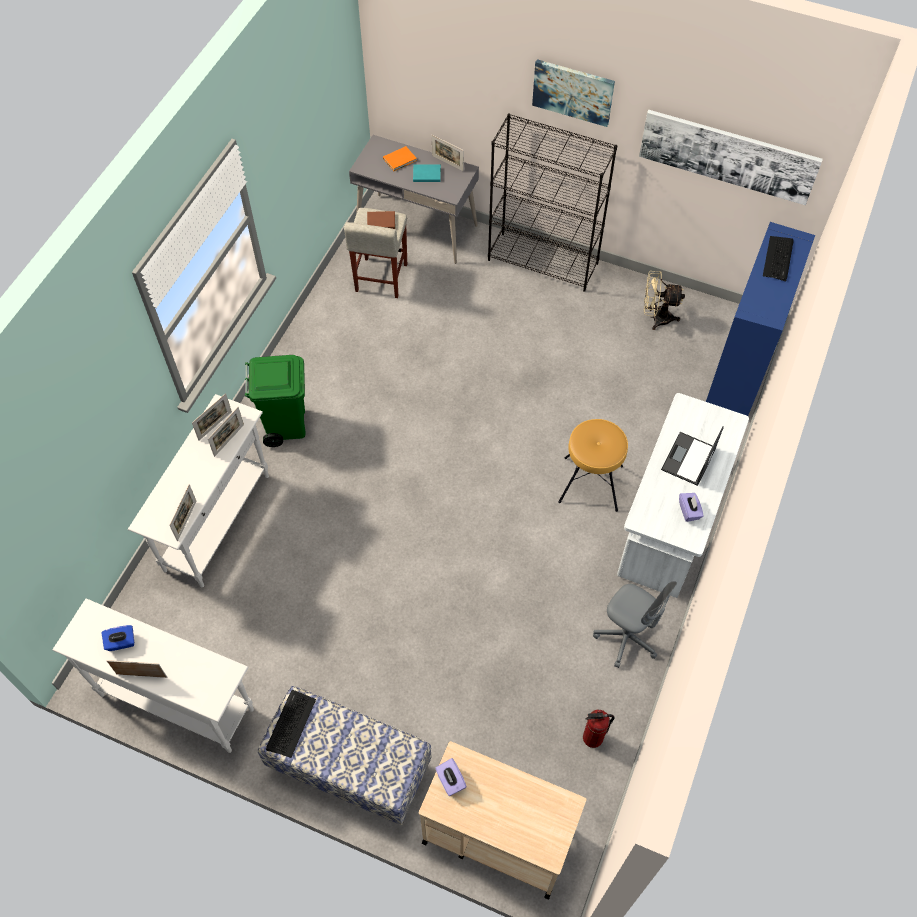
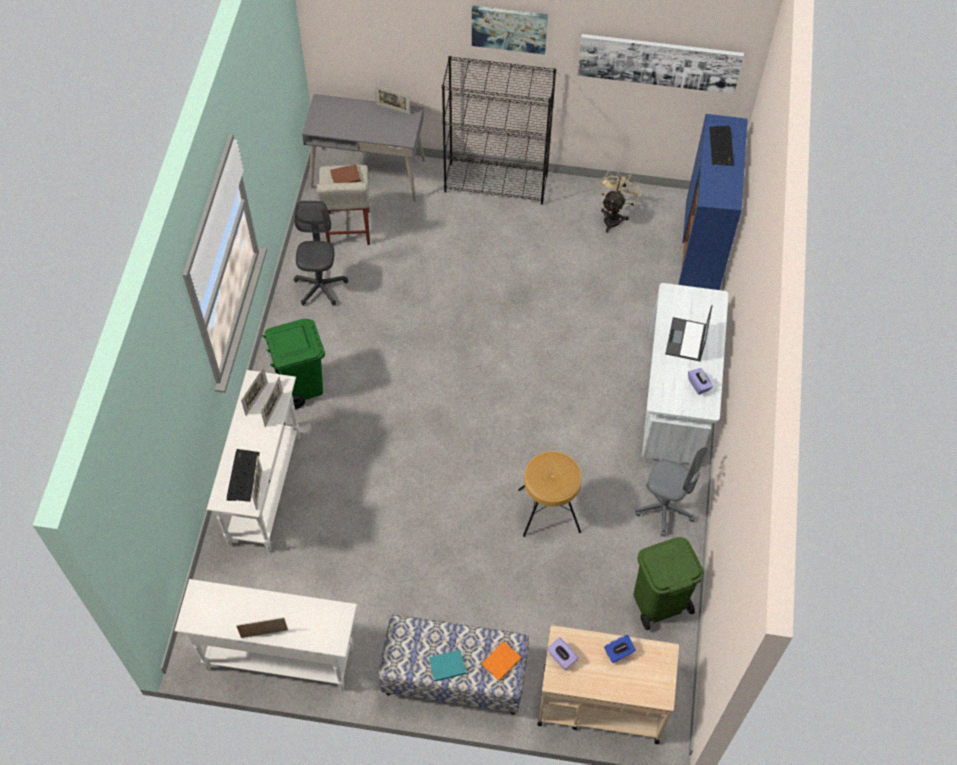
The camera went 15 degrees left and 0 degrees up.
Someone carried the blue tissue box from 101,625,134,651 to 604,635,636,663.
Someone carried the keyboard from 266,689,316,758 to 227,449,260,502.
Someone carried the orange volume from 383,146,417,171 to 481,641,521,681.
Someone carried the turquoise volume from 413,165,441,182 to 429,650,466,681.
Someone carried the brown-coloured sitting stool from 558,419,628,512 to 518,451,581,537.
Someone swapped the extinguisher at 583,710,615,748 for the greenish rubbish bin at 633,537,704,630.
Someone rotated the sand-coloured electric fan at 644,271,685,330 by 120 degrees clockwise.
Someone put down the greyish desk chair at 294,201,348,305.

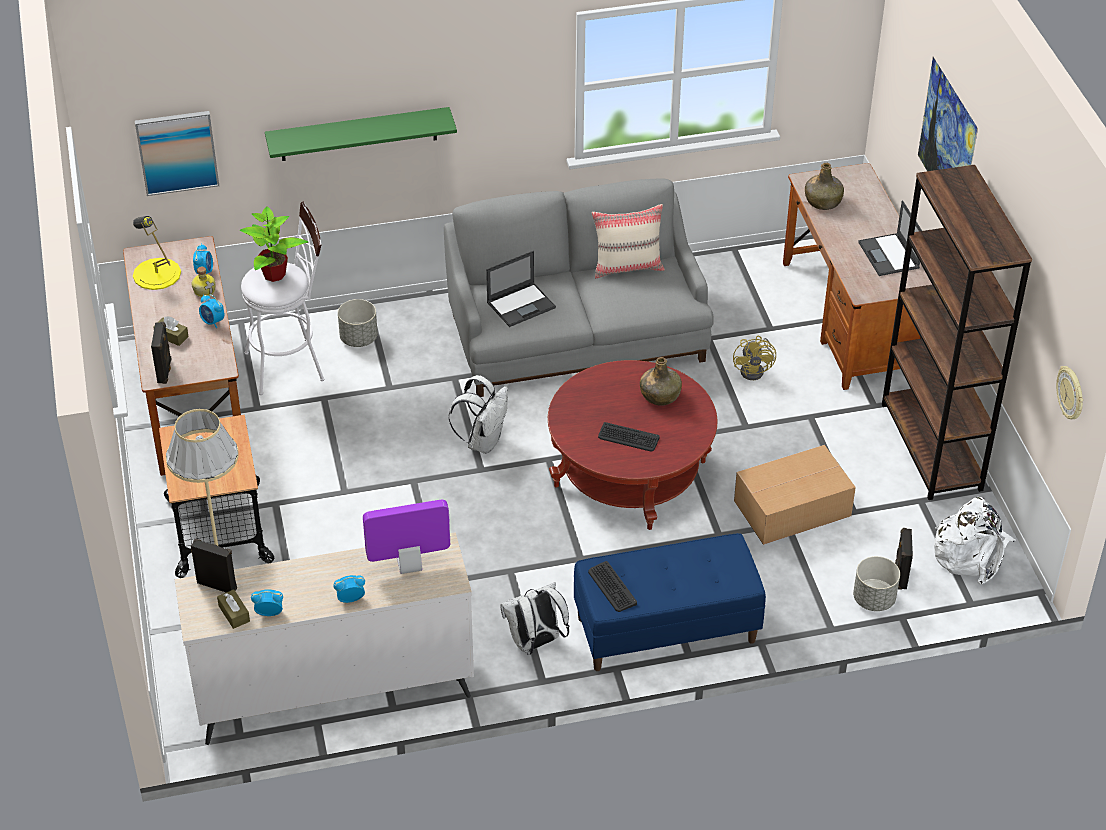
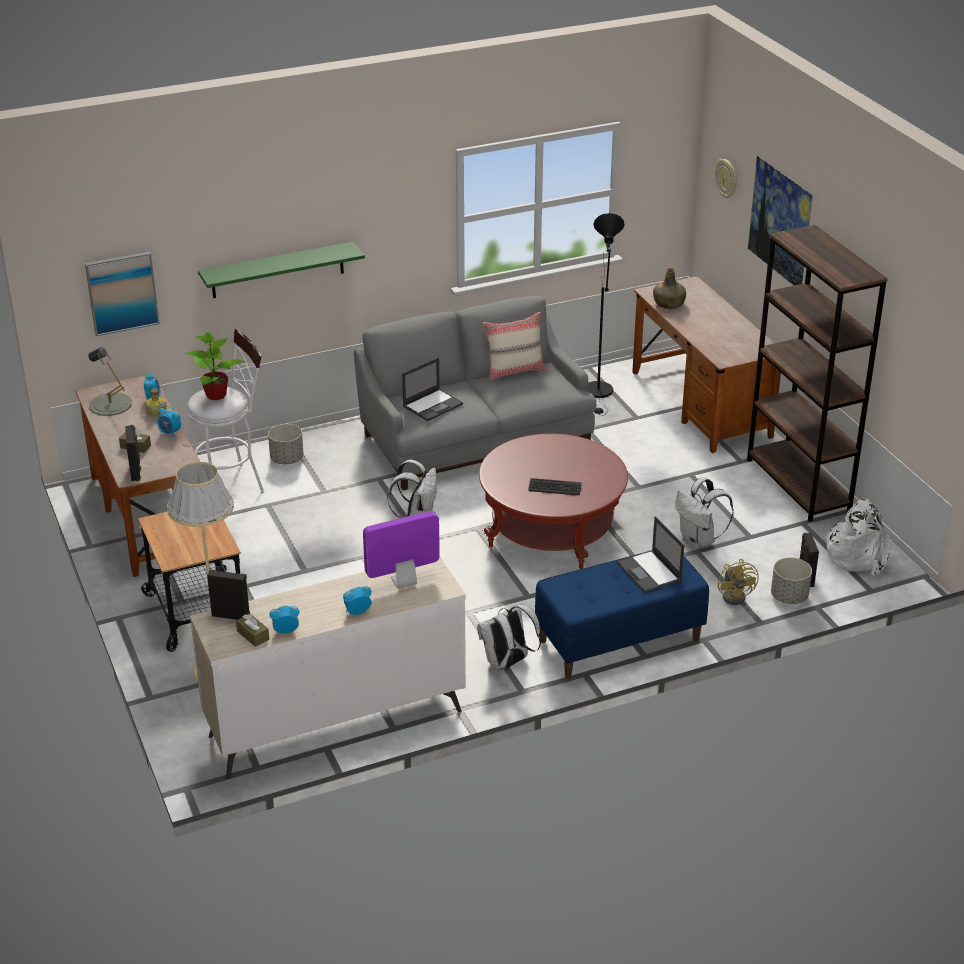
The camera went 10 degrees left and 10 degrees down.
Someone repainted the yellow table lamp at 133,216,181,290, which became the greyish table lamp at 88,347,132,416.
Someone took away the keyboard at 588,561,637,612.
Someone took away the greenish bottle at 640,357,682,406.
Someone carried the yellow electric fan from 733,336,776,380 to 717,559,758,605.
Someone swapped the carton at 734,445,856,545 for the white-coloured rucksack at 675,477,734,548.
Someone carried the laptop from 858,200,922,276 to 617,516,685,593.
Someone carried the clock on the wall from 1056,366,1083,419 to 715,159,737,198.
Someone put down the black floor lamp at 588,213,625,414.

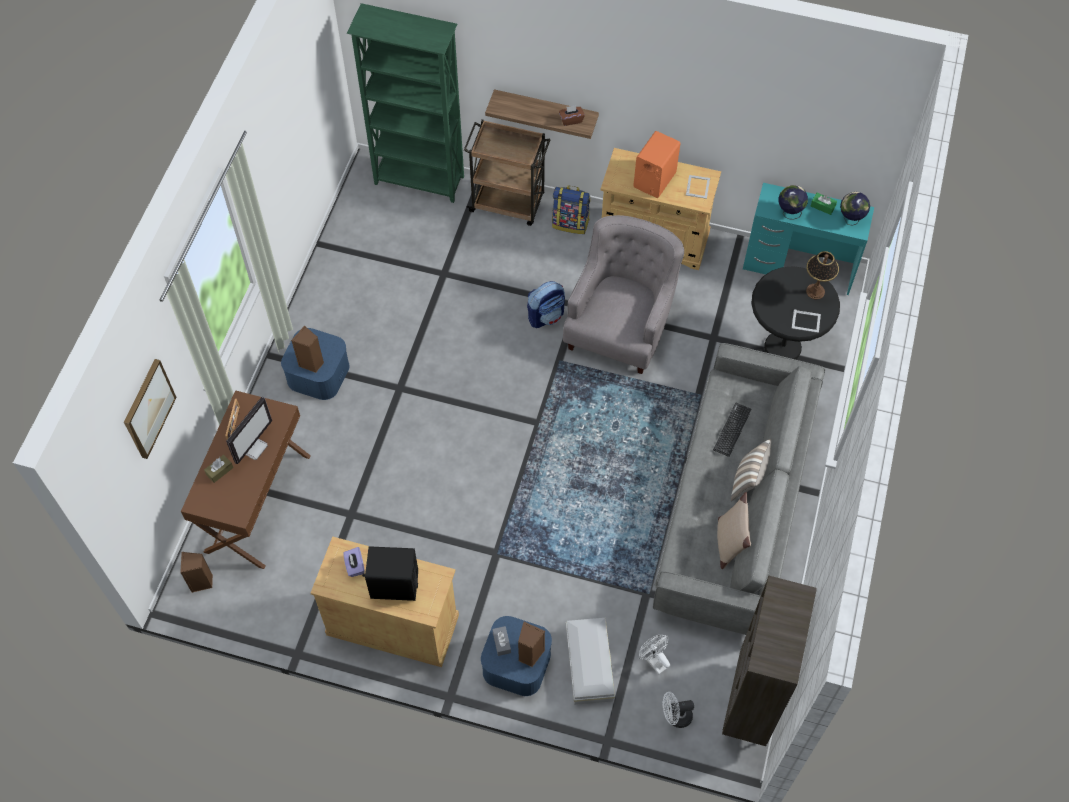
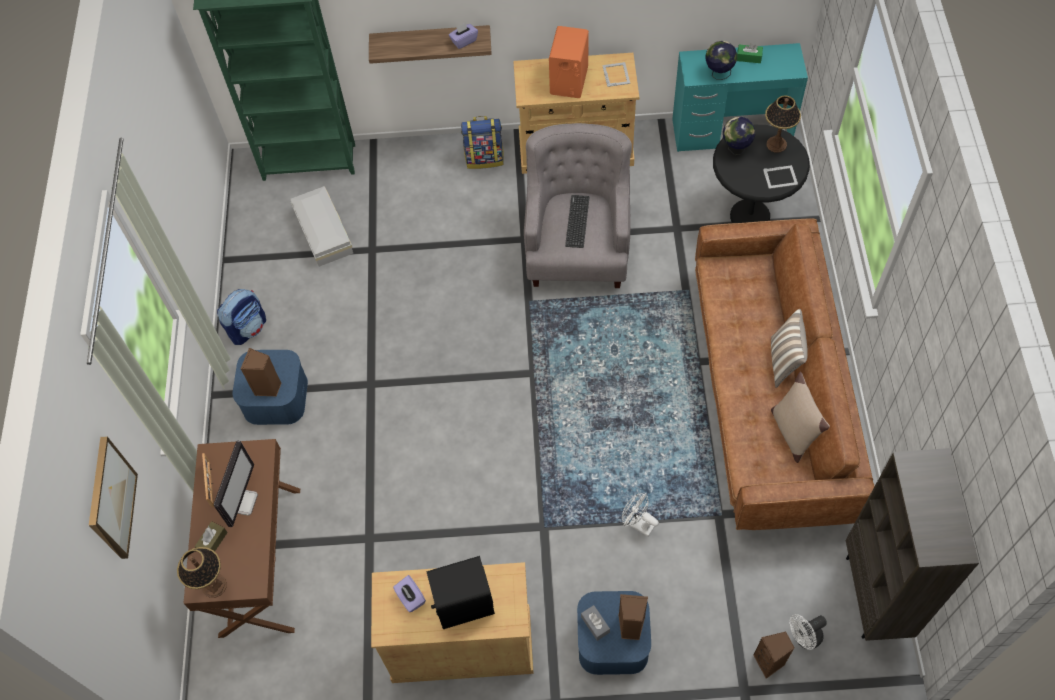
The camera went 15 degrees left and 0 degrees up.
Someone carried the brown-coloured loudspeaker from 180,552,213,593 to 753,632,795,679.
Someone took away the brown-coloured wheeled cart at 464,119,551,226.
Someone carried the rucksack from 527,281,565,328 to 217,289,266,345.
Someone repainted the brown-coloured tissue box at 559,105,585,126, which became the purple tissue box at 449,23,478,49.
Someone carried the white-coloured storage box from 566,618,615,705 to 290,186,353,267.
Someone carried the white-coloured electric fan from 639,634,670,674 to 622,493,659,536.
Someone repainted the greyish couch at 653,343,825,635, which became the brown-coloured couch at 695,218,875,530.
Someone carried the keyboard from 713,403,752,457 to 565,195,590,248.
Someone carried the desk globe from 840,192,870,226 to 723,117,755,155.
Someone put down the table lamp at 177,547,227,598.

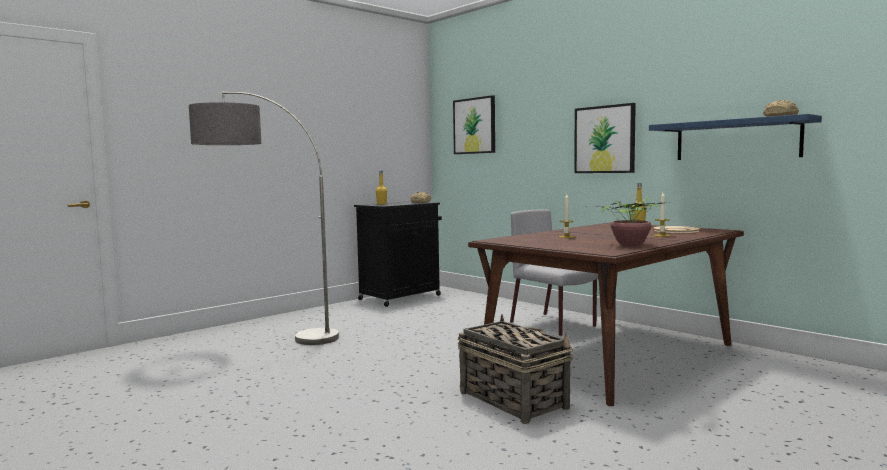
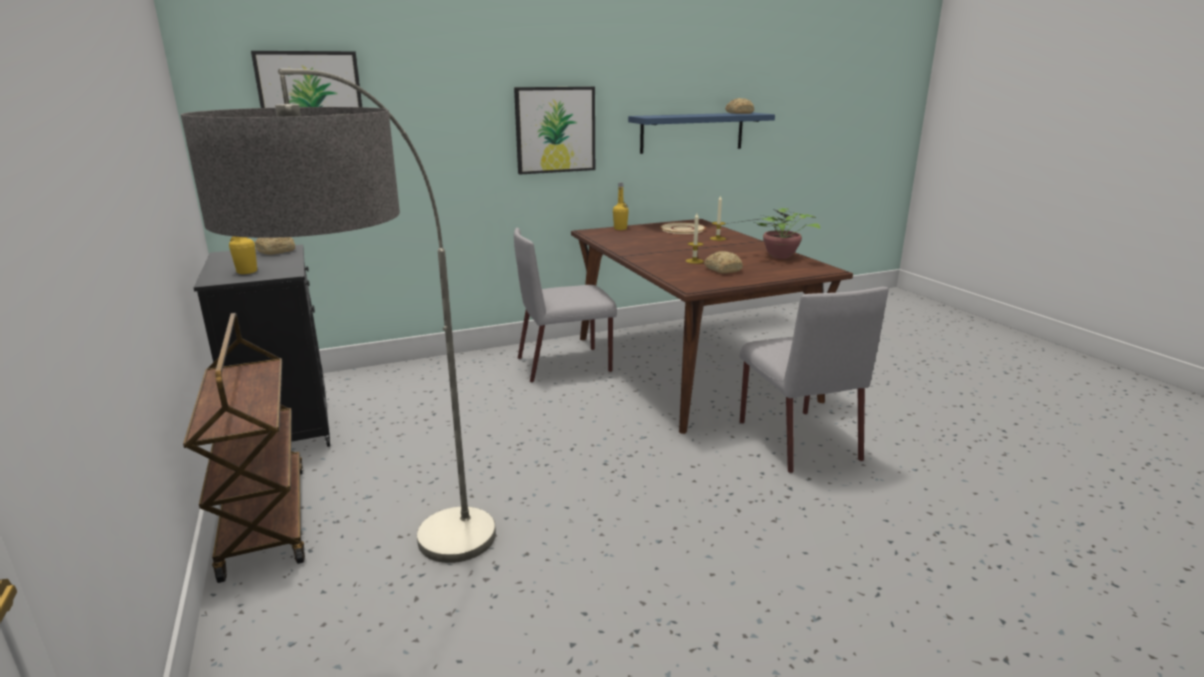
The camera went 70 degrees left and 15 degrees up.
Someone swapped the basket at 458,314,574,424 for the greyish chair at 740,287,889,473.
Someone put down the brown-coloured wheeled cart at 183,313,305,583.
Someone put down the baked bread at 704,251,743,274.

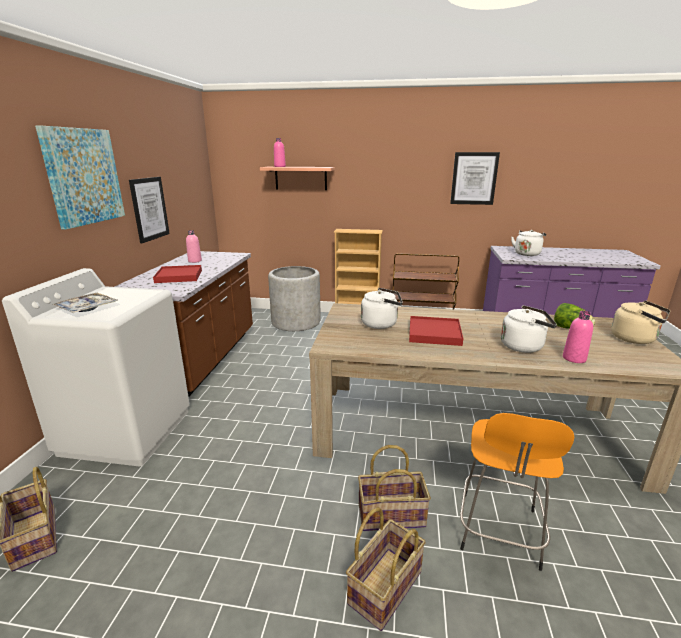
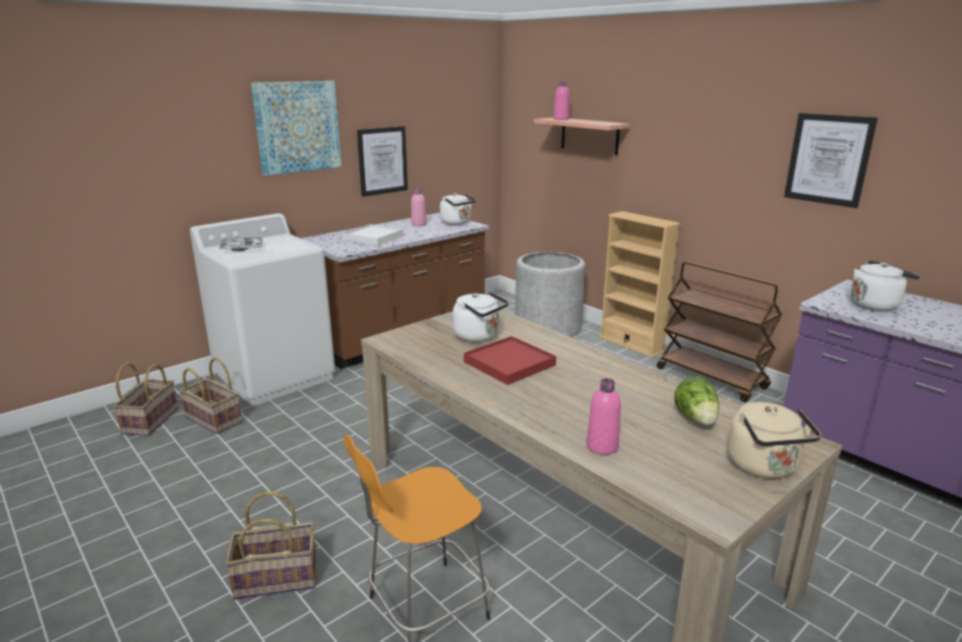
The camera went 40 degrees right and 0 degrees up.
Someone repainted the red-coloured carrying tray at 153,265,202,283, which became the white-coloured carrying tray at 343,224,404,245.
Someone carried the basket from 358,445,431,531 to 179,358,242,434.
Someone carried the white-coloured water kettle from 501,305,557,353 to 440,193,476,225.

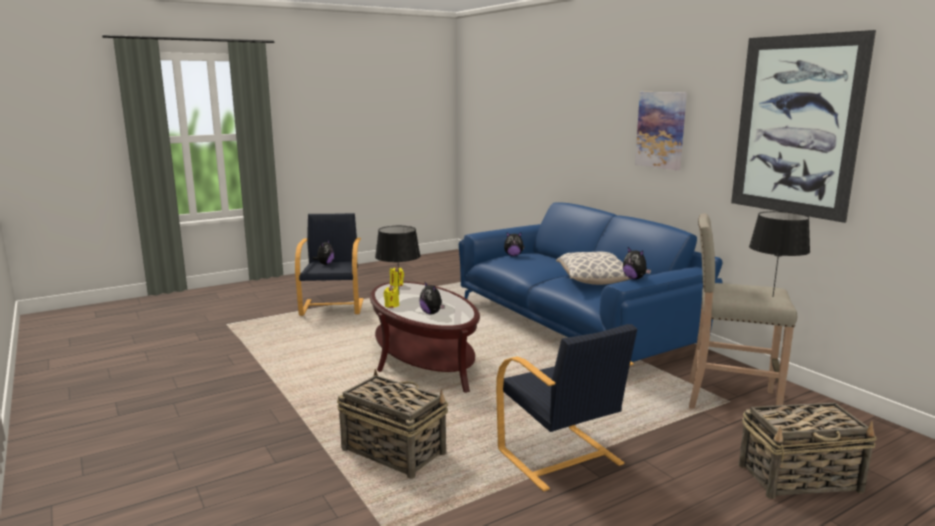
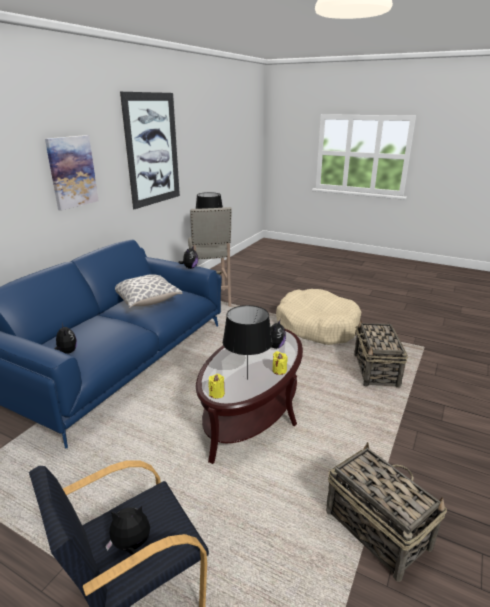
The camera went 120 degrees left and 10 degrees up.
Someone swapped the black lounge chair at 496,324,637,492 for the sand-coloured dog cushion at 276,289,361,345.
Someone carried the basket from 738,403,877,499 to 326,442,447,582.

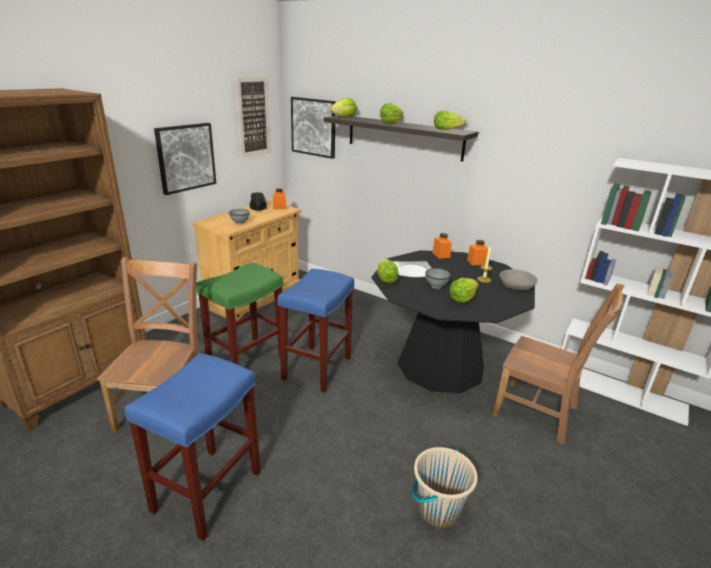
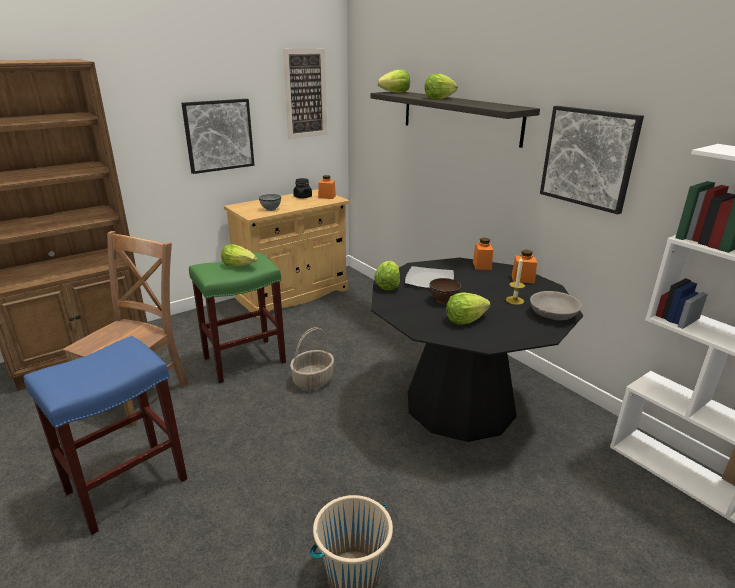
The camera went 20 degrees right and 0 degrees up.
Someone swapped the blue sitting stool at 278,269,354,393 for the basket at 290,327,334,390.
Someone carried the wall picture from 291,97,336,159 to 540,106,644,214.
Someone repainted the greyish deep dish at 425,268,451,289, which became the brown-coloured deep dish at 429,278,461,304.
Someone carried the lettuce head from 434,111,466,130 to 221,244,257,267.
Someone took away the brown-coloured chair at 493,284,624,445.

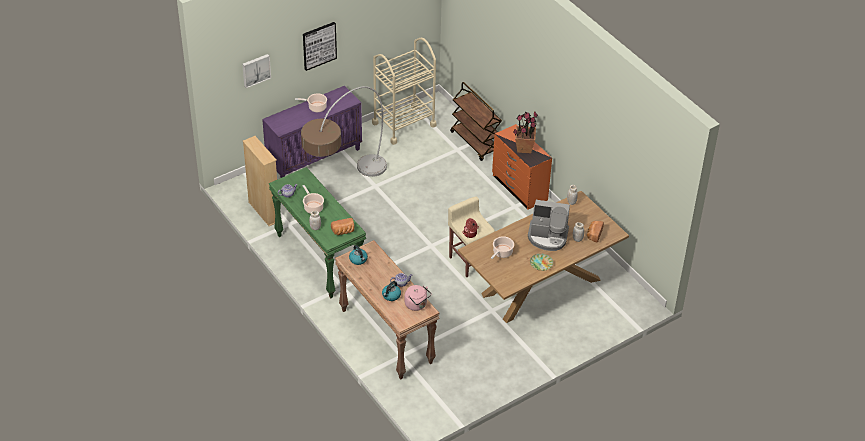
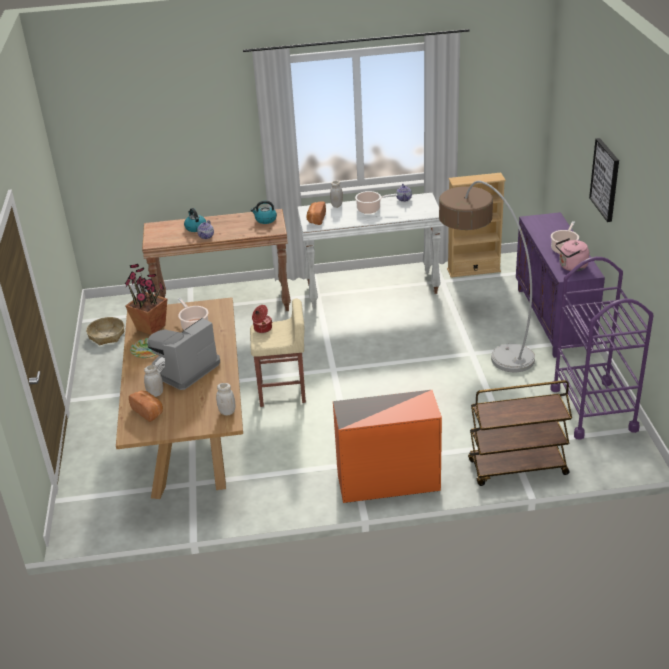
The camera went 120 degrees right and 10 degrees down.
Someone took away the wall picture at 242,54,271,88.
Someone repainted the greenish console table at 269,167,366,298, which became the white-coloured console table at 297,193,444,308.
Someone repainted the sand-coloured wheeled cart at 372,38,437,145, which became the purple wheeled cart at 550,257,654,440.
Someone carried the pink water kettle from 405,285,432,311 to 555,238,589,271.
Someone carried the houseplant from 513,112,538,153 to 125,264,167,335.
Someone put down the basket at 86,317,124,346.

